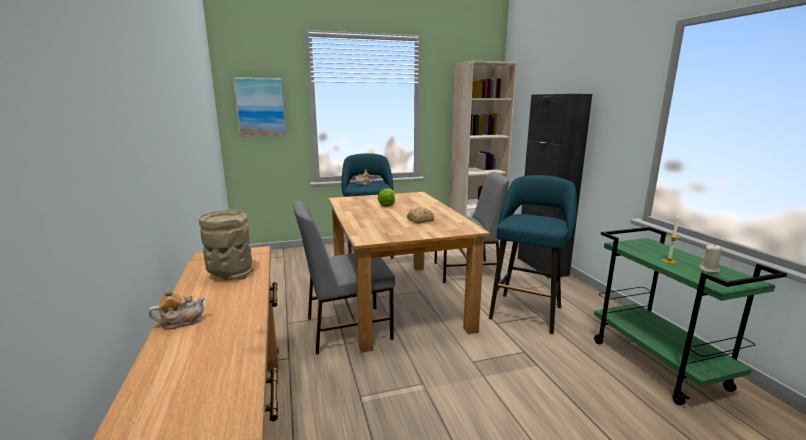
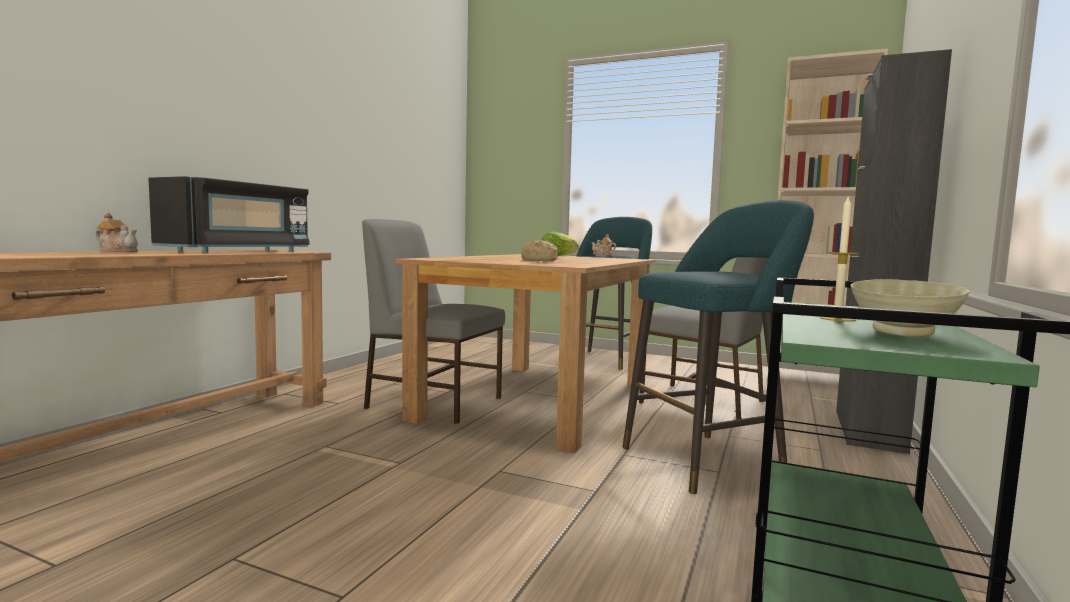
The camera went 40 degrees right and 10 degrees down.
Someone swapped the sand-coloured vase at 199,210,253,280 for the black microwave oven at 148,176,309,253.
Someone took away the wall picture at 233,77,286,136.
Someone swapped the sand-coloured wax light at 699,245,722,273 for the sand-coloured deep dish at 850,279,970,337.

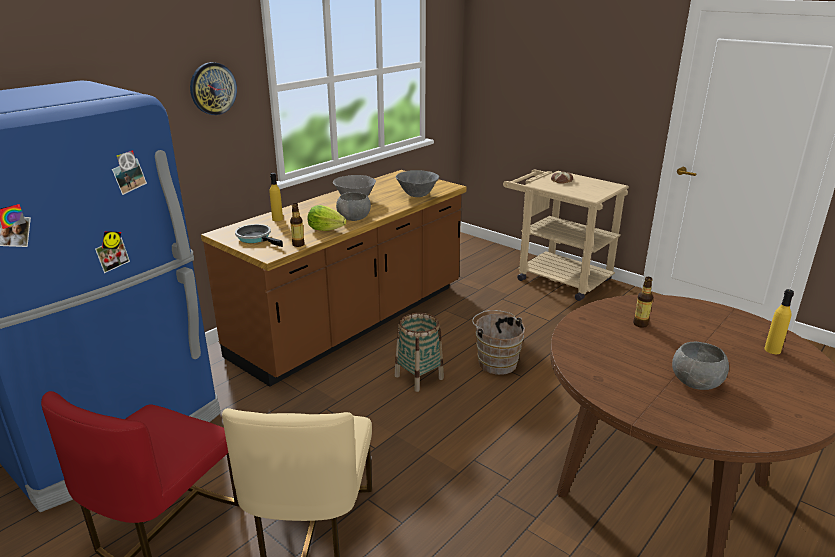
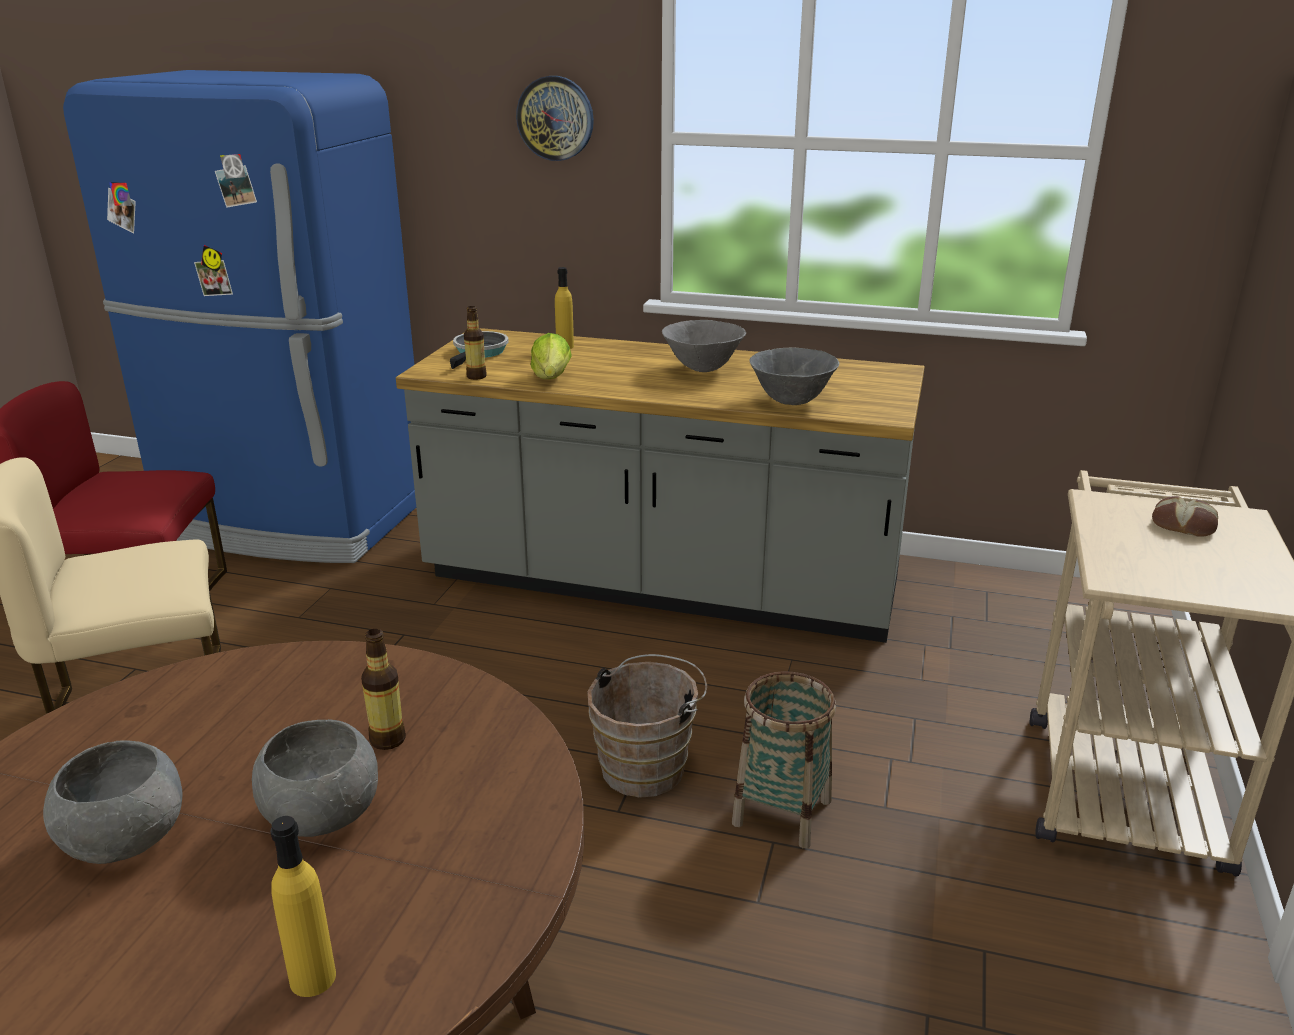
The camera went 65 degrees right and 0 degrees up.
Someone repainted the brown-coloured counter at 201,170,466,387, which became the greyish counter at 396,328,925,643.
Someone carried the greyish deep dish from 336,192,371,221 to 252,719,378,837.
Someone carried the basket from 395,313,444,392 to 732,671,836,849.

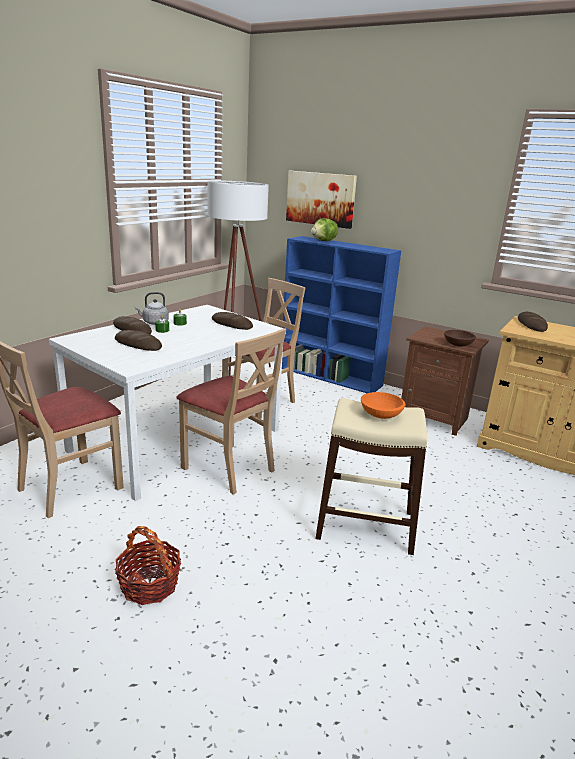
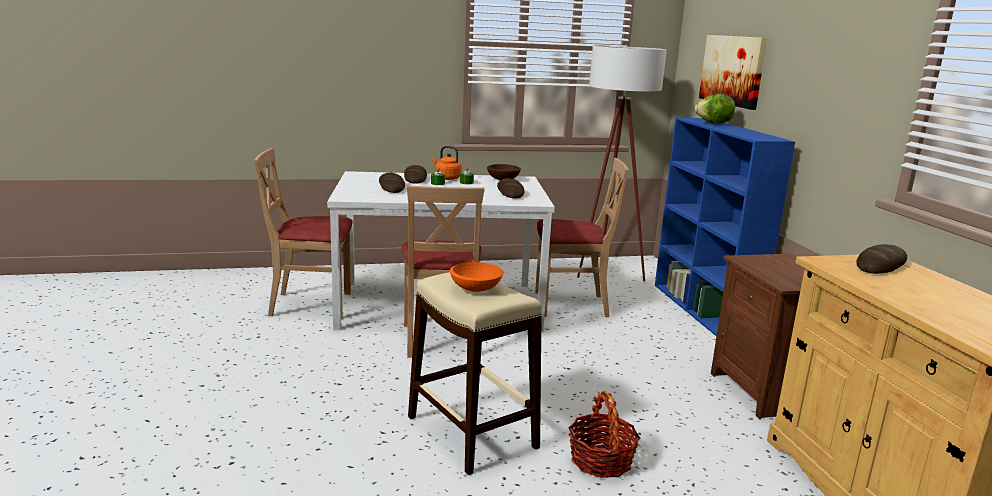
The camera went 45 degrees right and 5 degrees down.
Someone carried the basket from 115,526,181,605 to 568,391,640,478.
Someone repainted the greyish water kettle at 135,292,169,325, which became the orange water kettle at 432,146,462,180.
Someone carried the brown-coloured deep dish from 444,330,476,347 to 487,164,521,180.

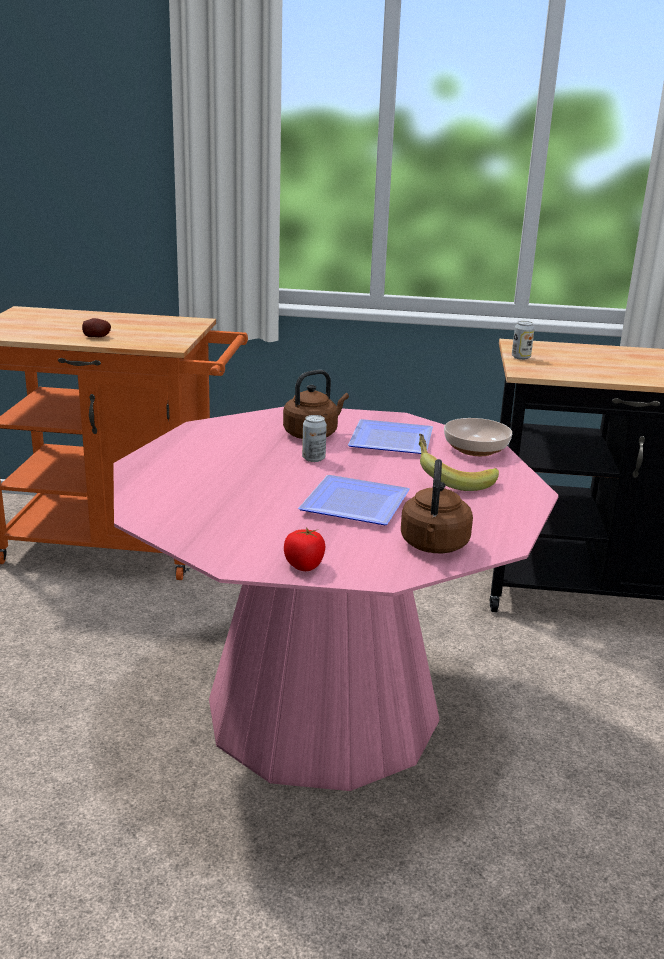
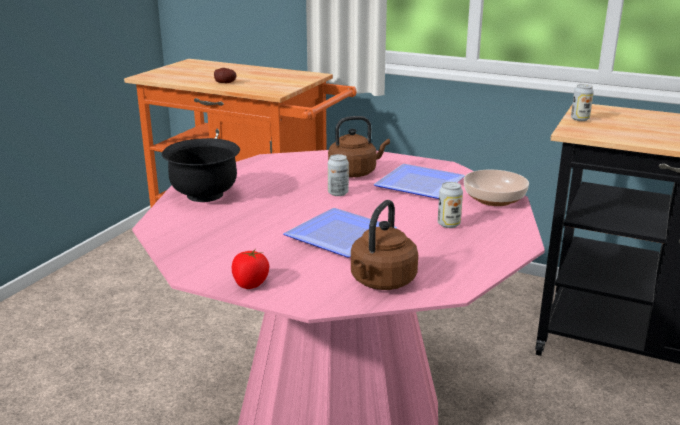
The camera went 20 degrees right and 0 degrees up.
Someone swapped the banana at 419,434,499,491 for the can at 438,182,463,228.
Someone put down the black deep dish at 162,138,240,202.

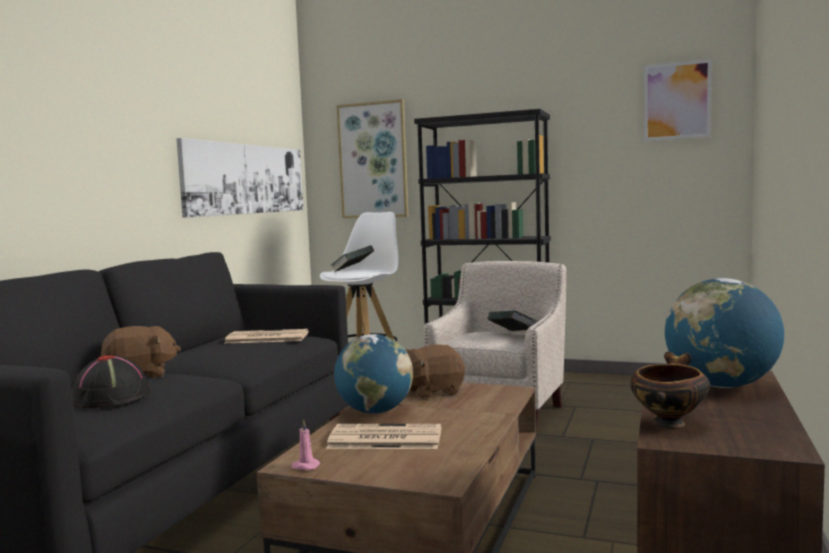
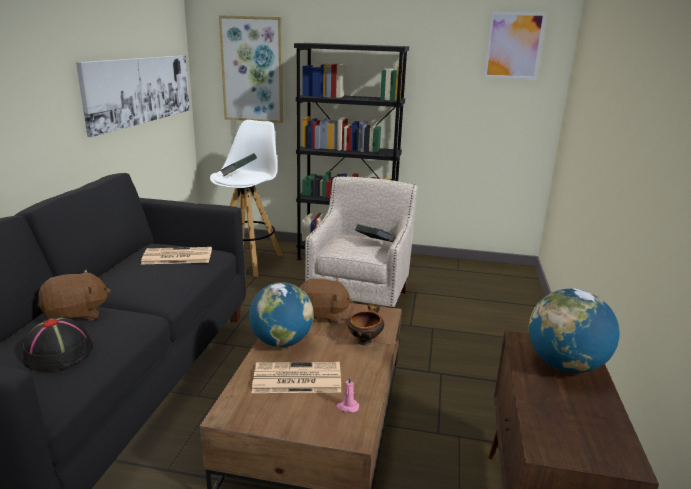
The camera went 10 degrees left and 15 degrees up.
Someone carried the pink wax light from 291,420,320,470 to 336,376,359,413.
Someone rotated the brown-coloured cuddly toy at 406,345,465,399 by 150 degrees counterclockwise.
Someone carried the deep dish from 630,351,710,429 to 347,304,384,346.

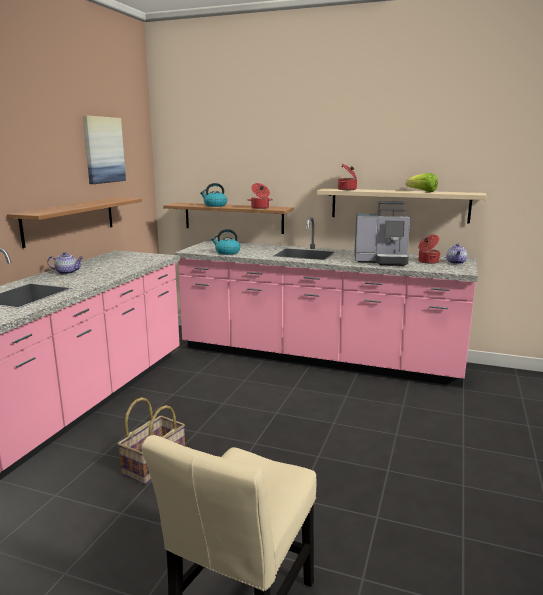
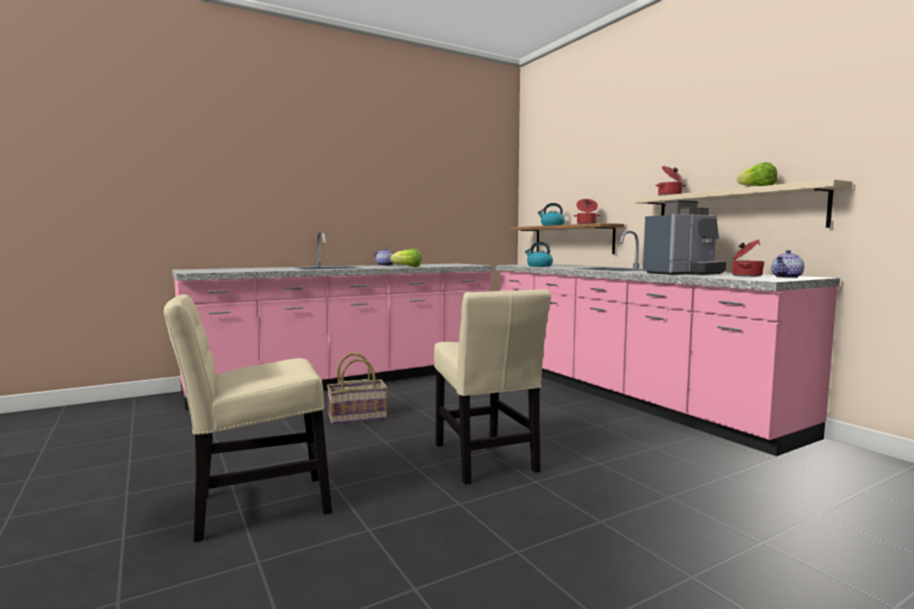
The camera went 40 degrees right and 10 degrees down.
Someone took away the wall shelf at 7,197,142,248.
Someone took away the wall picture at 83,115,126,184.
Someone rotated the coffee maker at 354,201,410,266 by 75 degrees counterclockwise.
Someone put down the lettuce head at 390,249,421,267.
Someone put down the sand-coloured chair at 434,289,551,484.

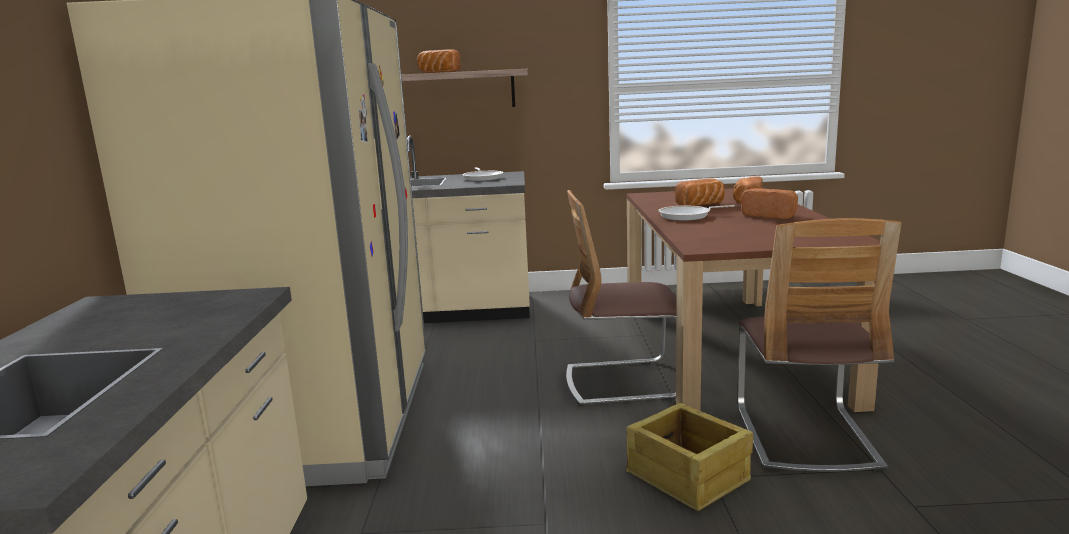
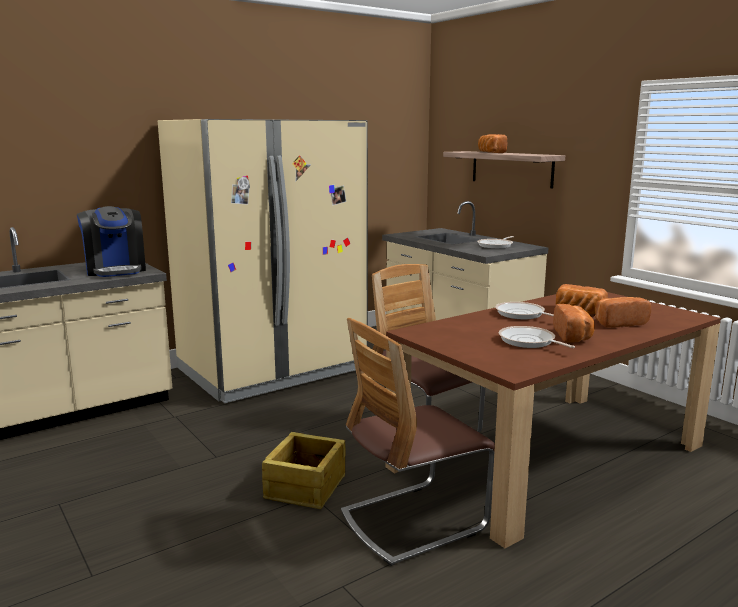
The camera went 55 degrees right and 0 degrees up.
Someone put down the coffee maker at 77,206,146,277.
Someone put down the frying pan at 499,326,575,348.

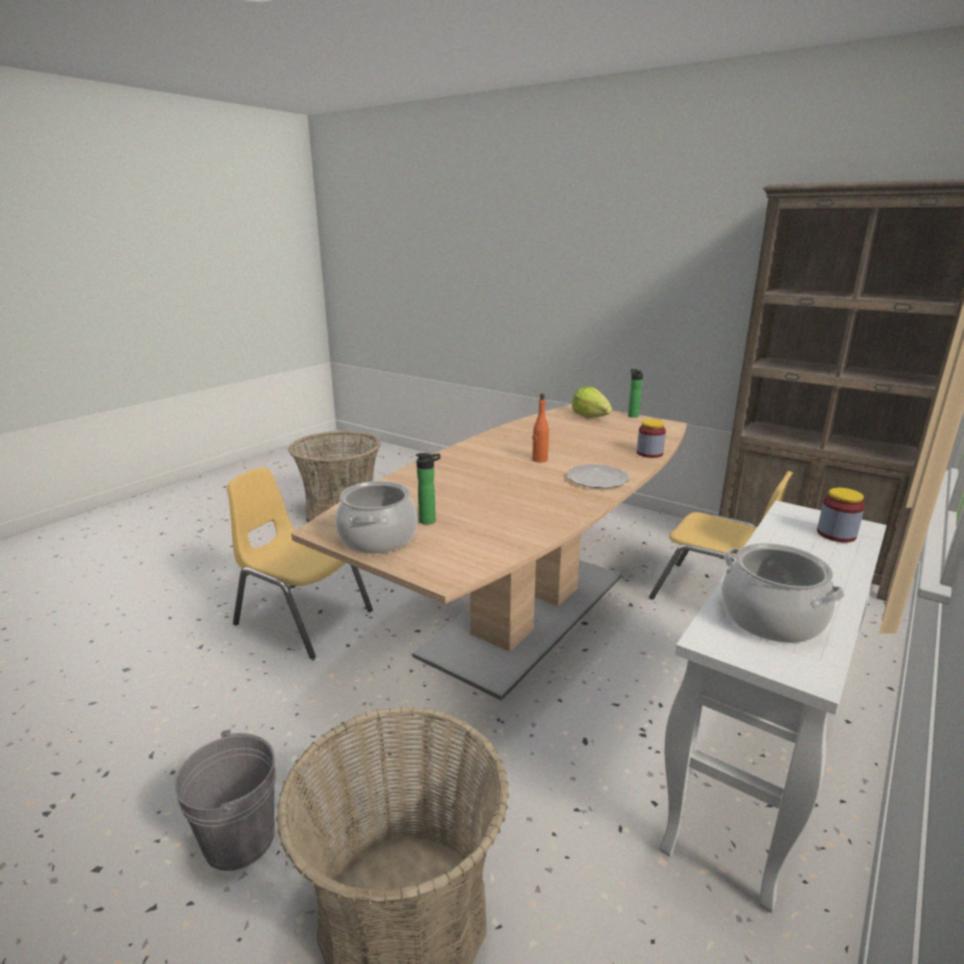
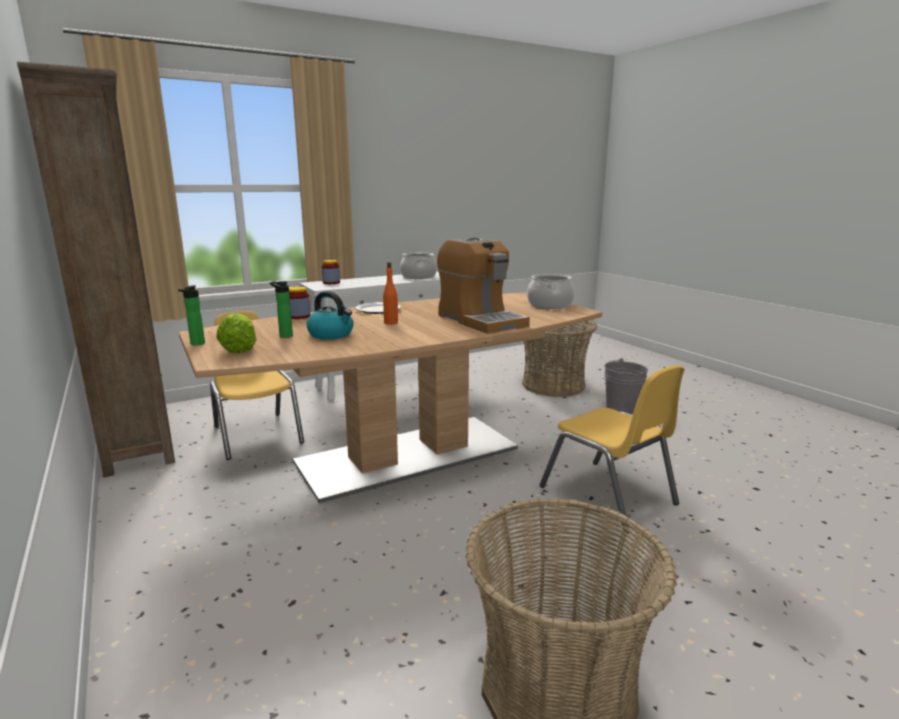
The camera went 155 degrees left and 5 degrees down.
Someone carried the bottle from 416,453,440,525 to 269,281,293,338.
Someone put down the water kettle at 307,291,354,339.
Someone put down the coffee maker at 437,237,530,334.

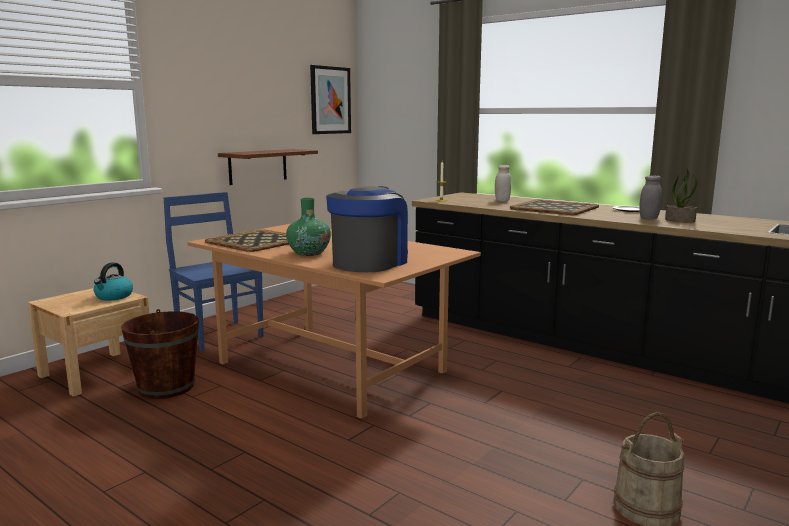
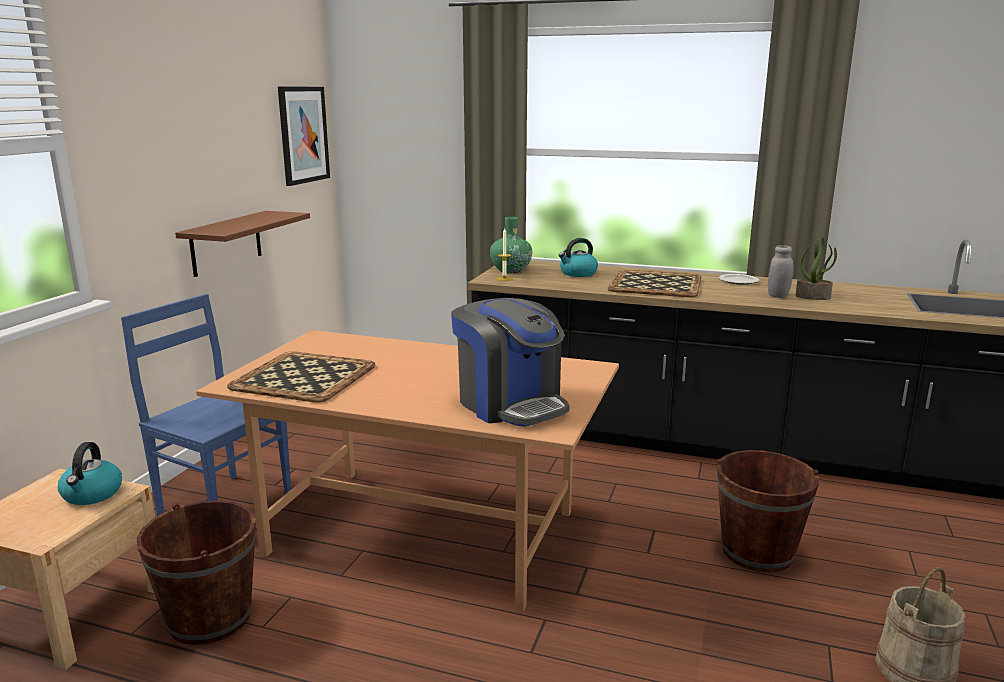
The camera went 20 degrees left and 5 degrees up.
Someone carried the greenish vase from 286,198,331,256 to 490,217,532,273.
Someone rotated the coffee maker at 326,186,408,272 by 135 degrees clockwise.
Someone swapped the white-coloured storage jar at 495,165,511,202 for the water kettle at 558,238,598,277.
Someone put down the brown-coloured water bucket at 717,450,819,573.

